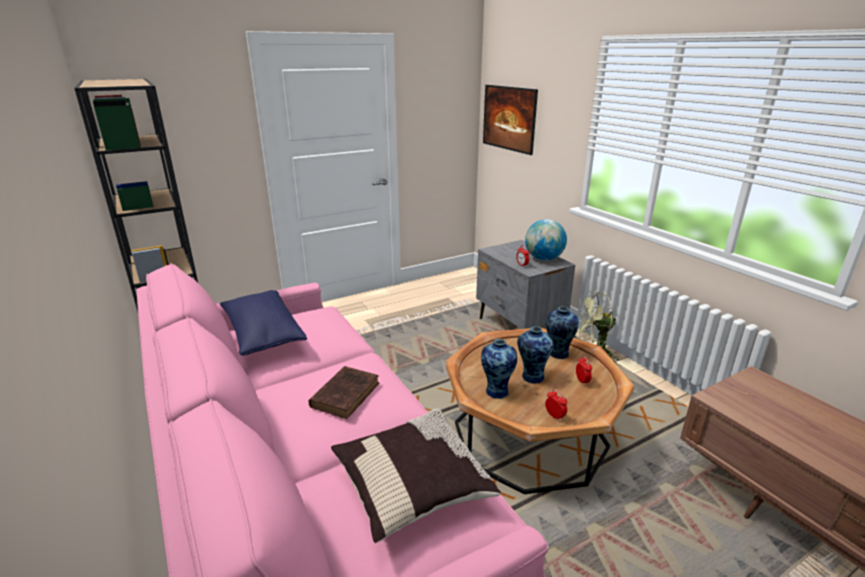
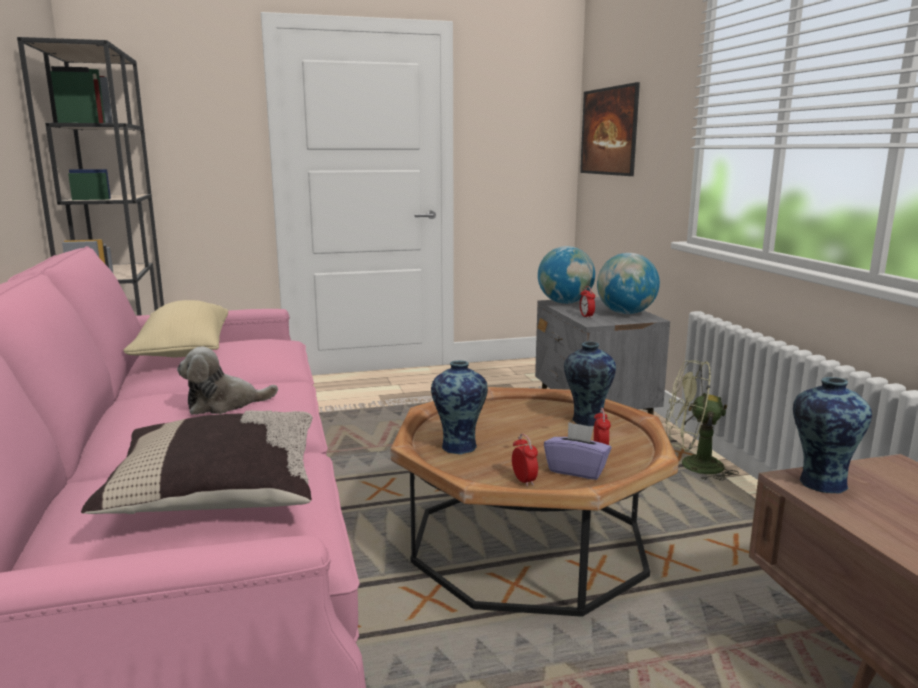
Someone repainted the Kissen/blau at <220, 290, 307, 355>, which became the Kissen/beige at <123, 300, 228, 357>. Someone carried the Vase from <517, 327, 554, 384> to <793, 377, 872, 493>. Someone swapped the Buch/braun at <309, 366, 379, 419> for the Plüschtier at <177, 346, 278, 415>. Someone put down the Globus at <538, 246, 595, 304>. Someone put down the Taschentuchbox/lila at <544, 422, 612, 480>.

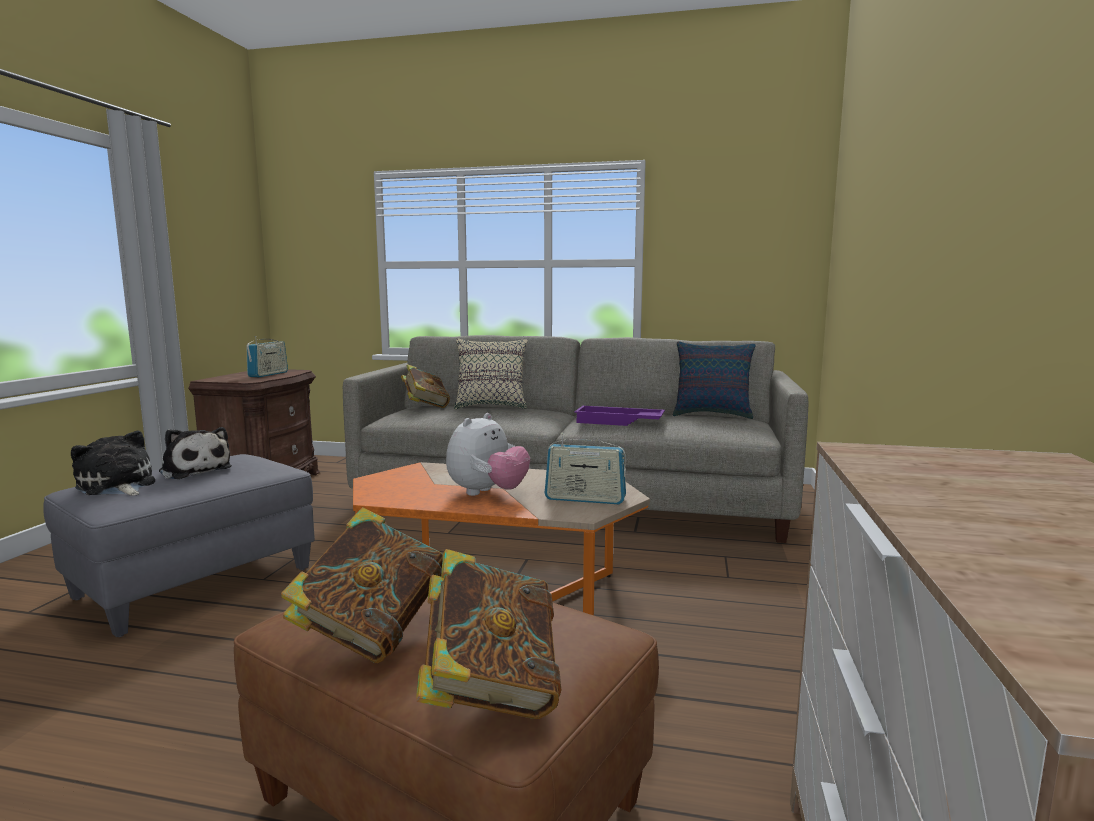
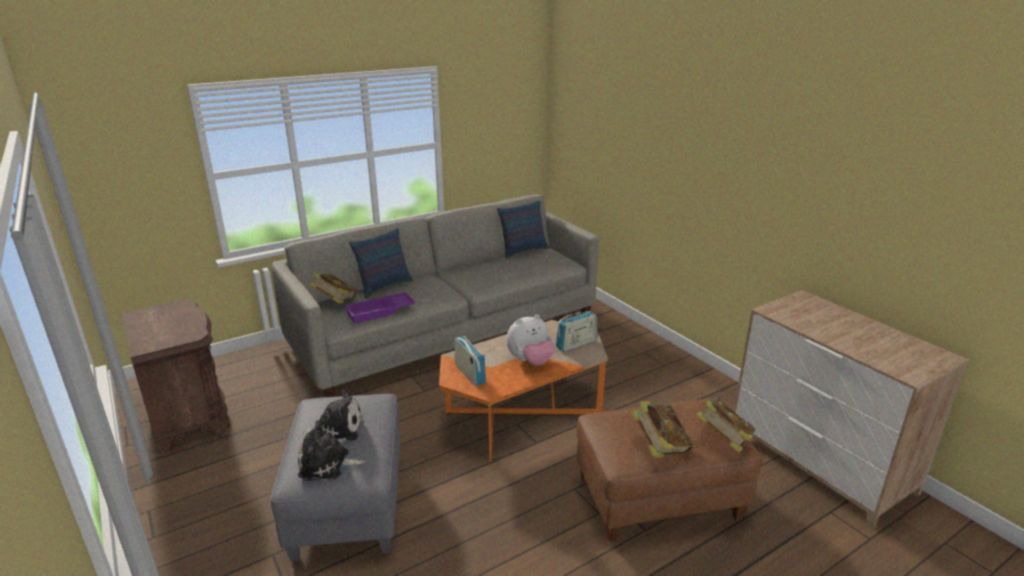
Someone carried the Radio from <246, 336, 288, 377> to <455, 336, 486, 386>. Someone repainted the Kissen/beige at <454, 338, 528, 409>, which became the Kissen/blau at <349, 228, 413, 299>. Someone carried the Tablett/lila from <574, 406, 665, 426> to <345, 292, 415, 324>. Someone rotated the Plüschtier at <446, 413, 530, 496> by 75 degrees clockwise.

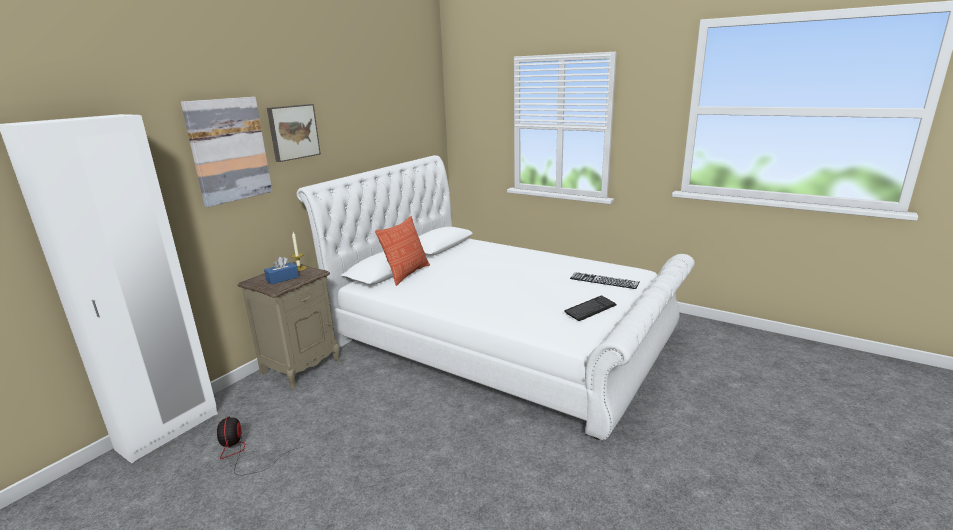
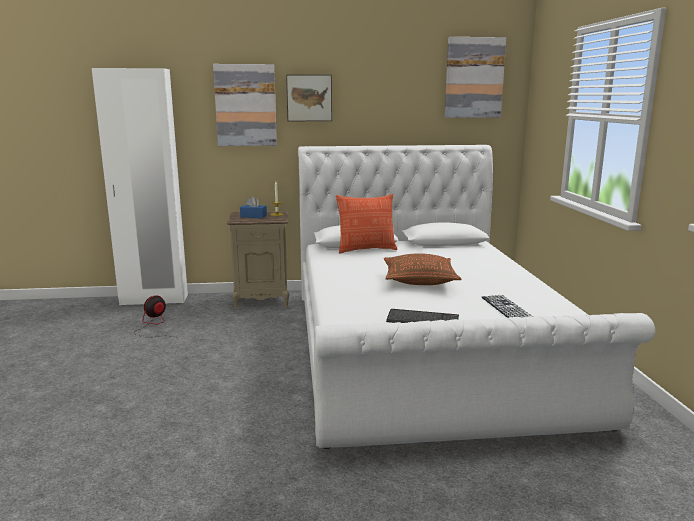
Someone put up the Bild at <445, 37, 506, 118>. Someone put down the Kissen/braun at <384, 253, 461, 285>.

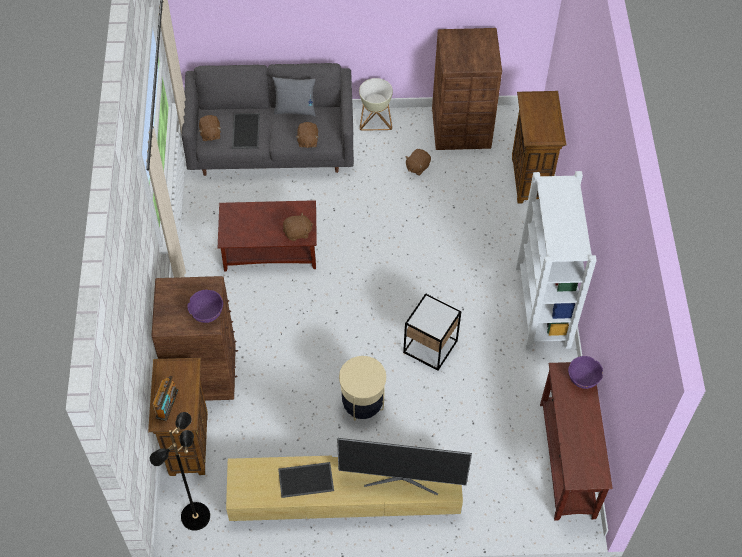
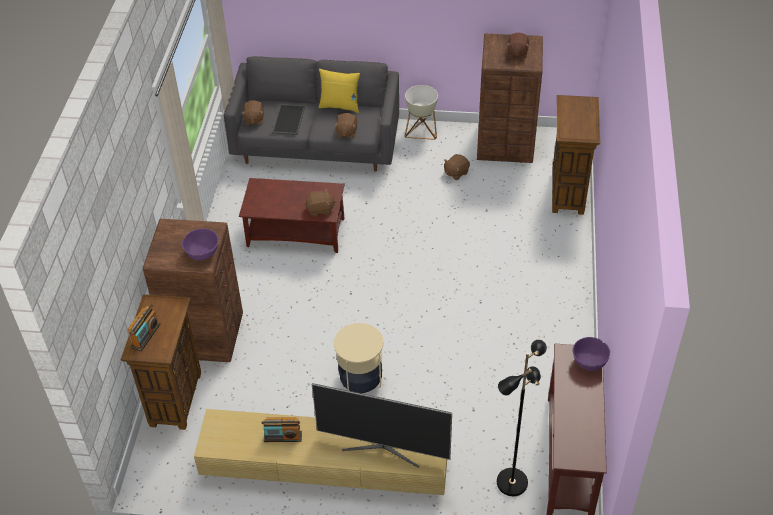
Someone repainted the Kissen/grau at <272, 77, 316, 116>, which became the Kissen/gelb at <318, 69, 360, 113>. Someone took away the Bücherregal/weiß at <515, 171, 597, 350>. Someone took away the Beistelltisch at <403, 293, 462, 371>. Someone carried the Stehlampe/schwarz from <150, 412, 210, 531> to <497, 340, 547, 496>. Someone swapped the Tablett at <278, 462, 334, 498> for the Radio at <261, 417, 302, 442>. Someone put down the Plüschtier/braun at <507, 33, 530, 59>.

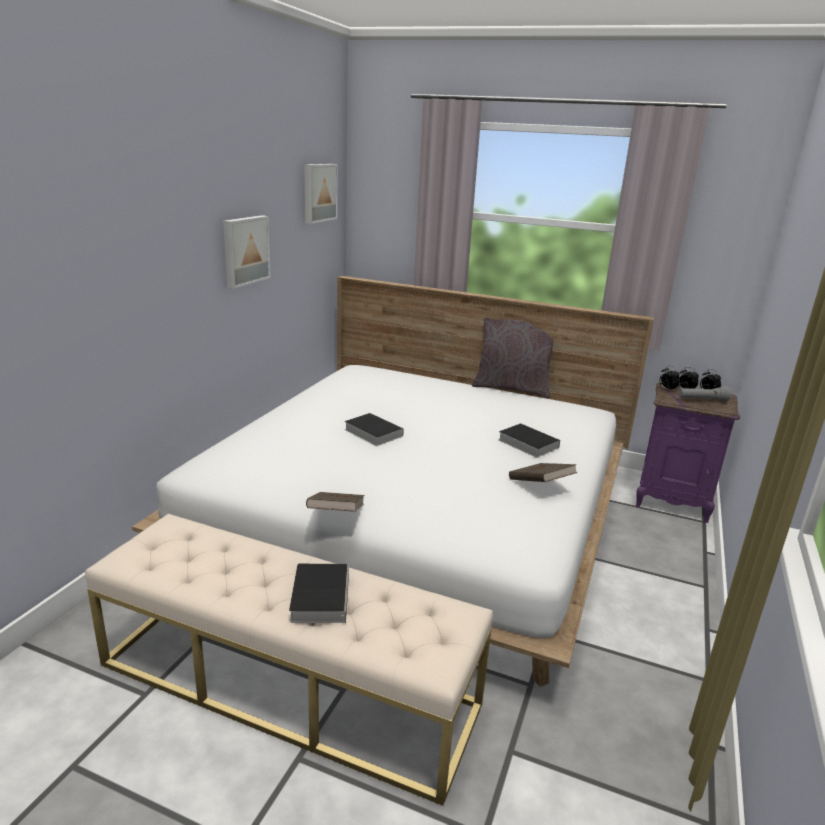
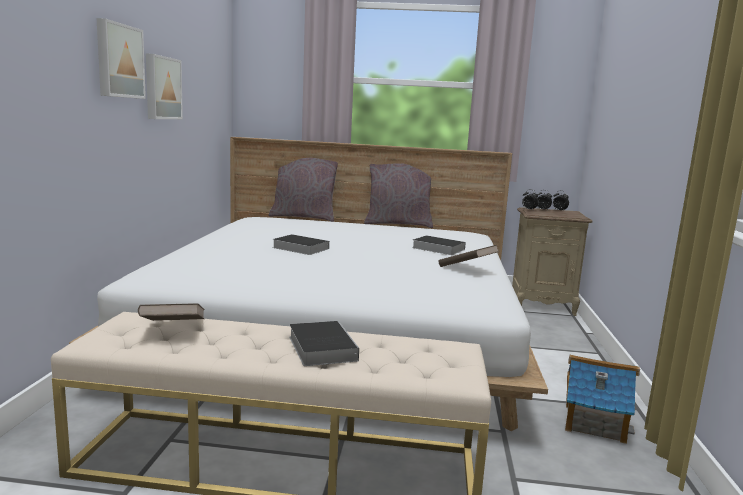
Someone carried the Bild from <304, 164, 338, 224> to <97, 18, 146, 99>. Someone repainted the Nachttisch/lila at <635, 382, 740, 523>, which became the Nachttisch/beige at <512, 207, 593, 316>. Someone took away the Taschenlampe/grau at <678, 386, 731, 402>. Someone carried the Buch/braun from <306, 492, 364, 512> to <138, 303, 205, 321>. Someone put down the Kissen/grau at <269, 158, 338, 222>. Someone put down the Spielzeughaus at <565, 354, 640, 444>.

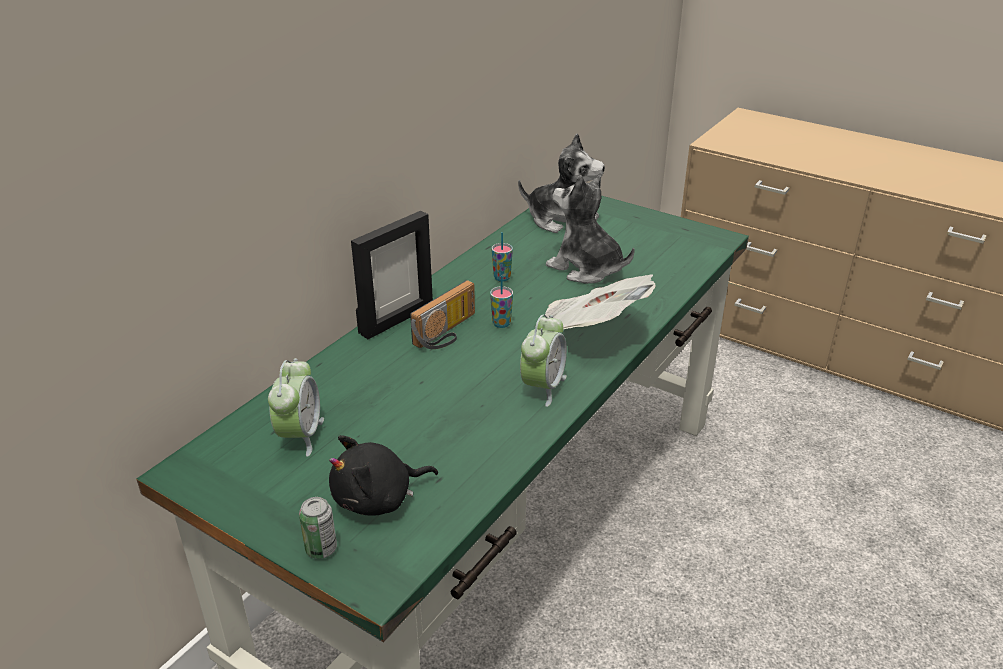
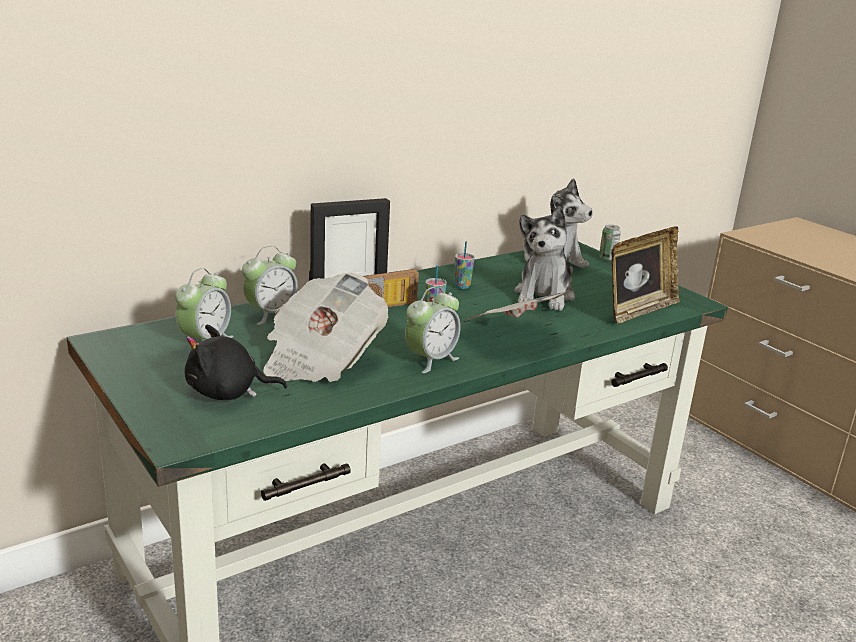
Someone rotated the Plüschtier at <546, 175, 635, 284> by 135 degrees counterclockwise. Someone carried the Dose from <299, 497, 337, 559> to <599, 224, 621, 261>. Someone put down the Bilderrahmen at <612, 226, 680, 323>. Someone put down the Wecker at <242, 246, 298, 325>. Someone put down the Zeitung at <263, 273, 388, 382>.

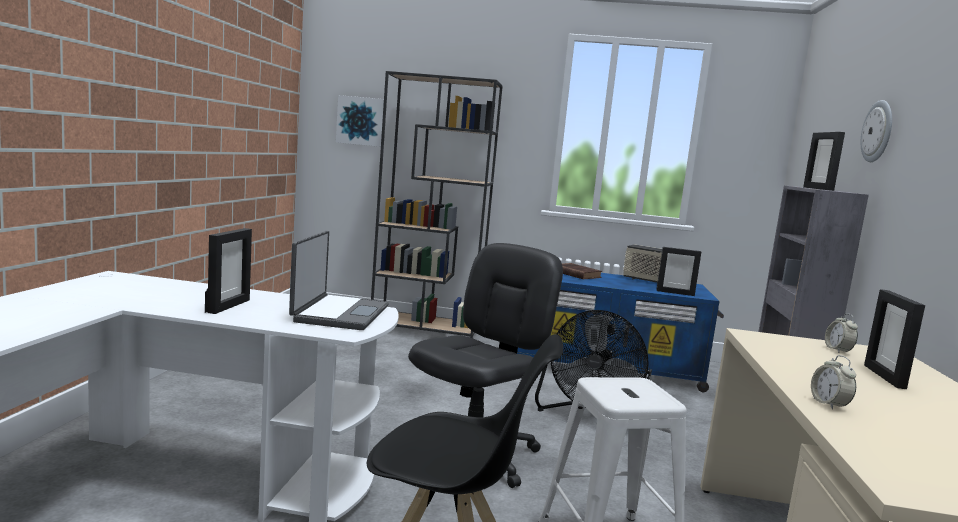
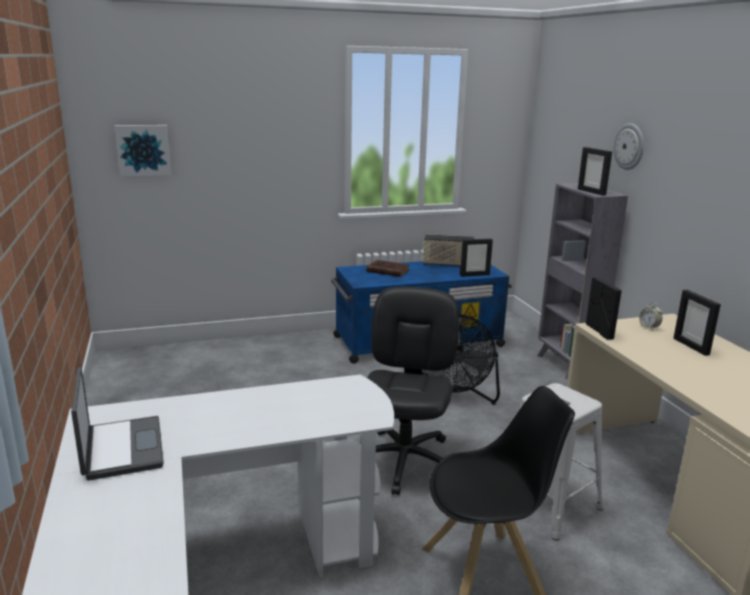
Someone took away the Bücherregal at <371, 71, 503, 338>. Someone carried the Bilderrahmen from <205, 228, 252, 314> to <586, 277, 622, 340>. Someone carried the Laptop from <289, 231, 389, 330> to <71, 367, 164, 480>. Someone took away the Wecker at <811, 355, 856, 410>.

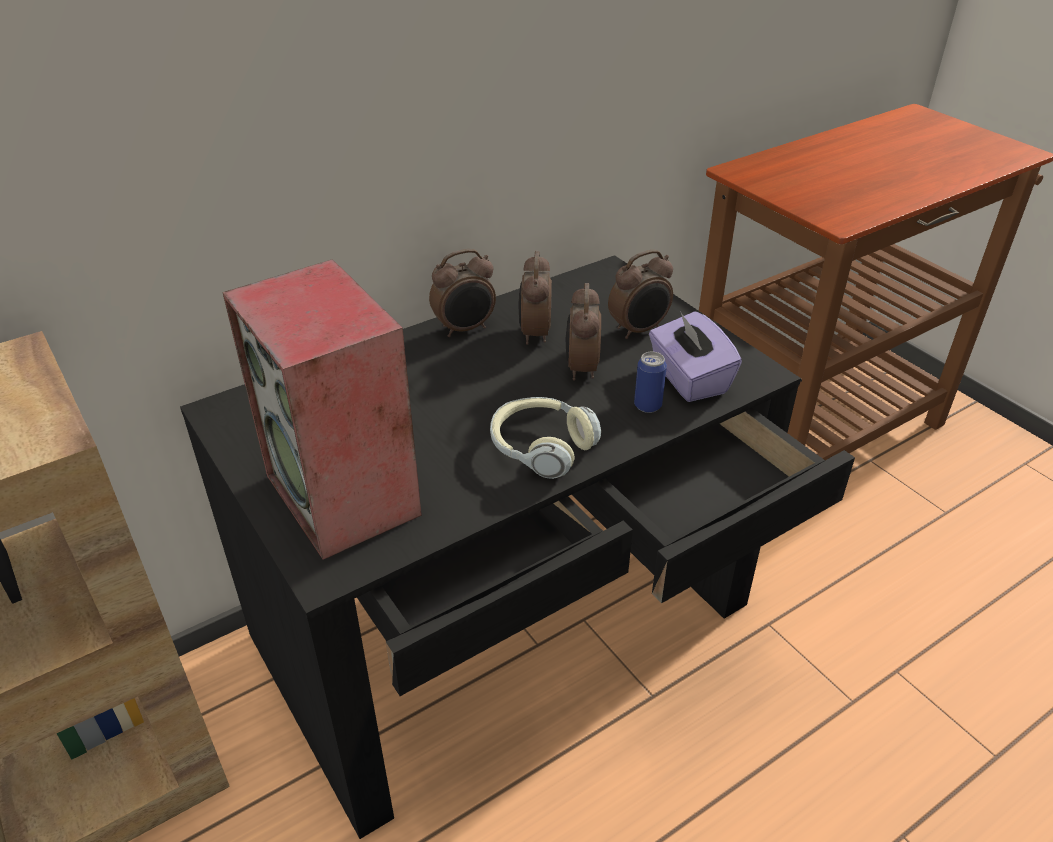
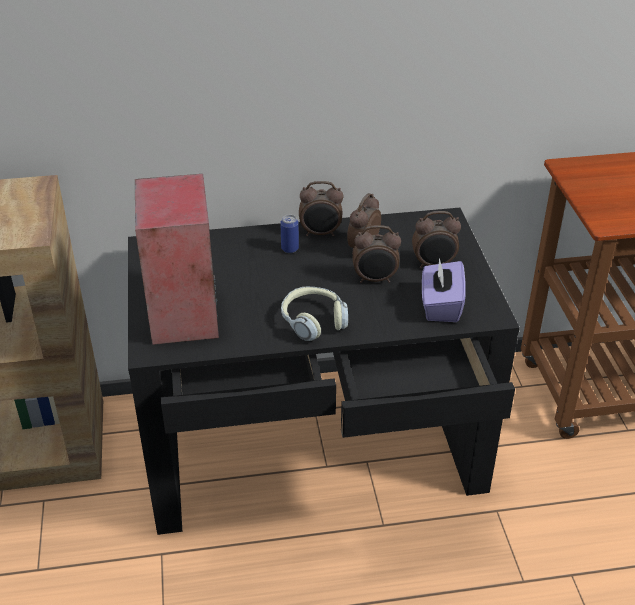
Someone rotated the Wecker at <565, 283, 601, 381> by 120 degrees counterclockwise. Someone carried the Dose from <634, 352, 667, 413> to <280, 215, 299, 253>.

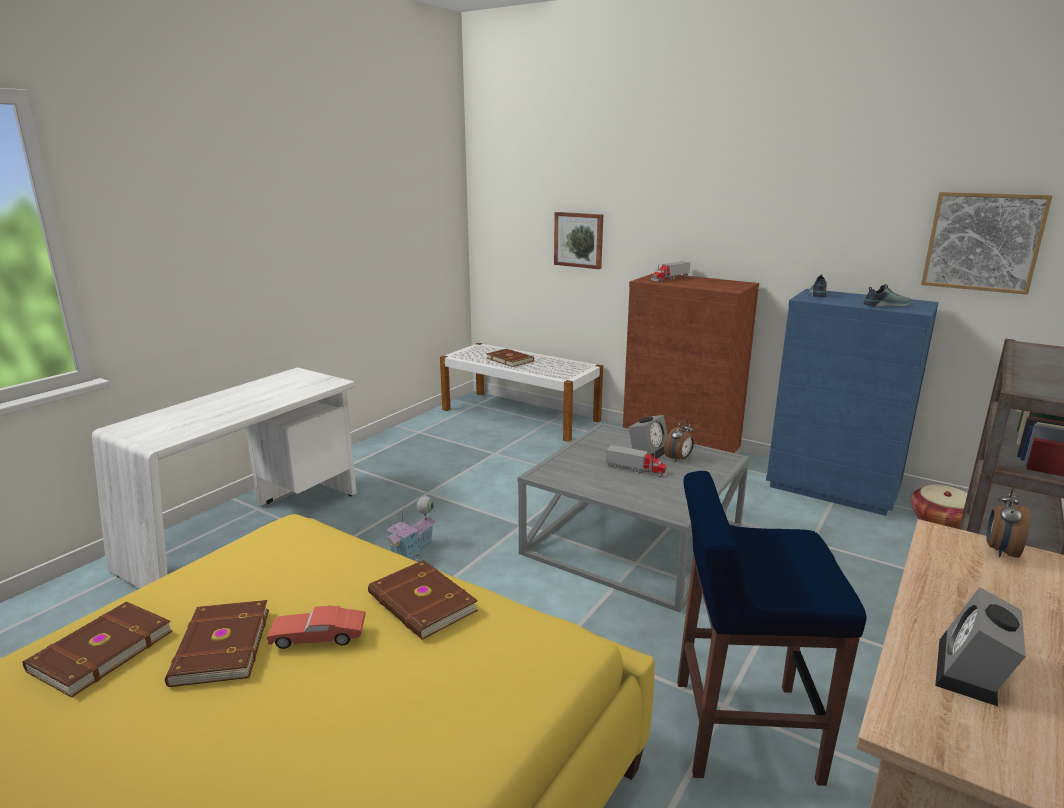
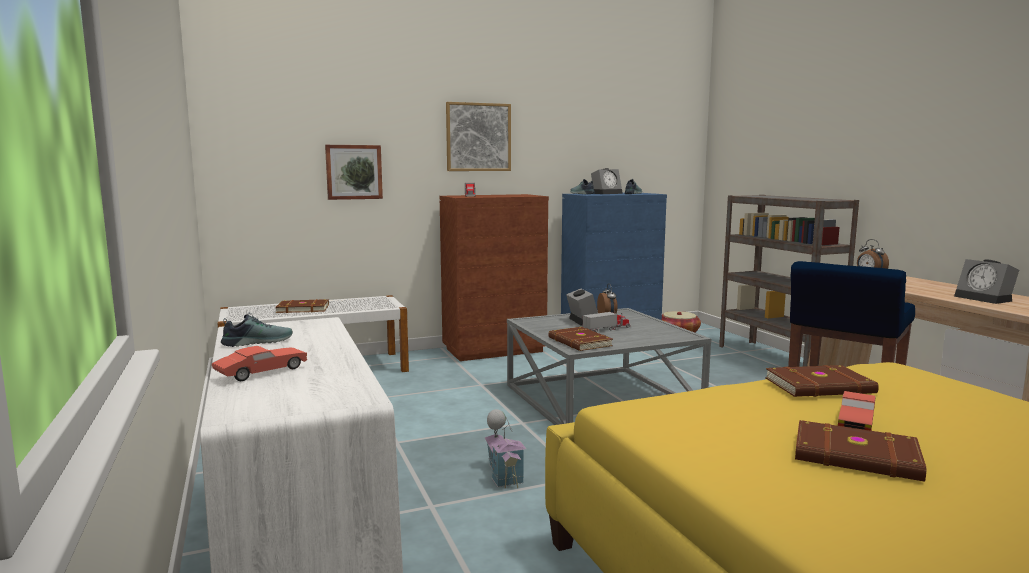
Someone carried the Bild from <921, 192, 1052, 295> to <446, 102, 511, 171>. Someone carried the Buch/braun from <23, 602, 173, 698> to <548, 327, 613, 351>. Someone put down the Wecker at <591, 168, 623, 194>. Someone put down the Schuh at <221, 313, 293, 347>. Someone put down the Spielzeugauto/rot at <212, 346, 307, 381>.

